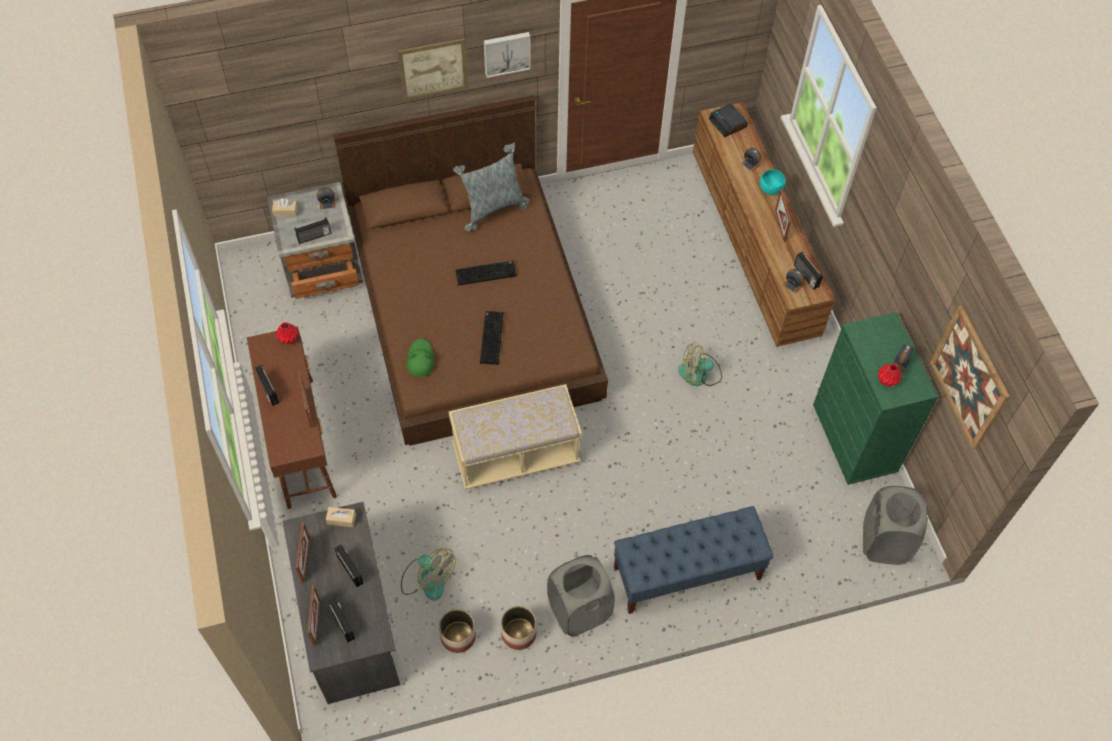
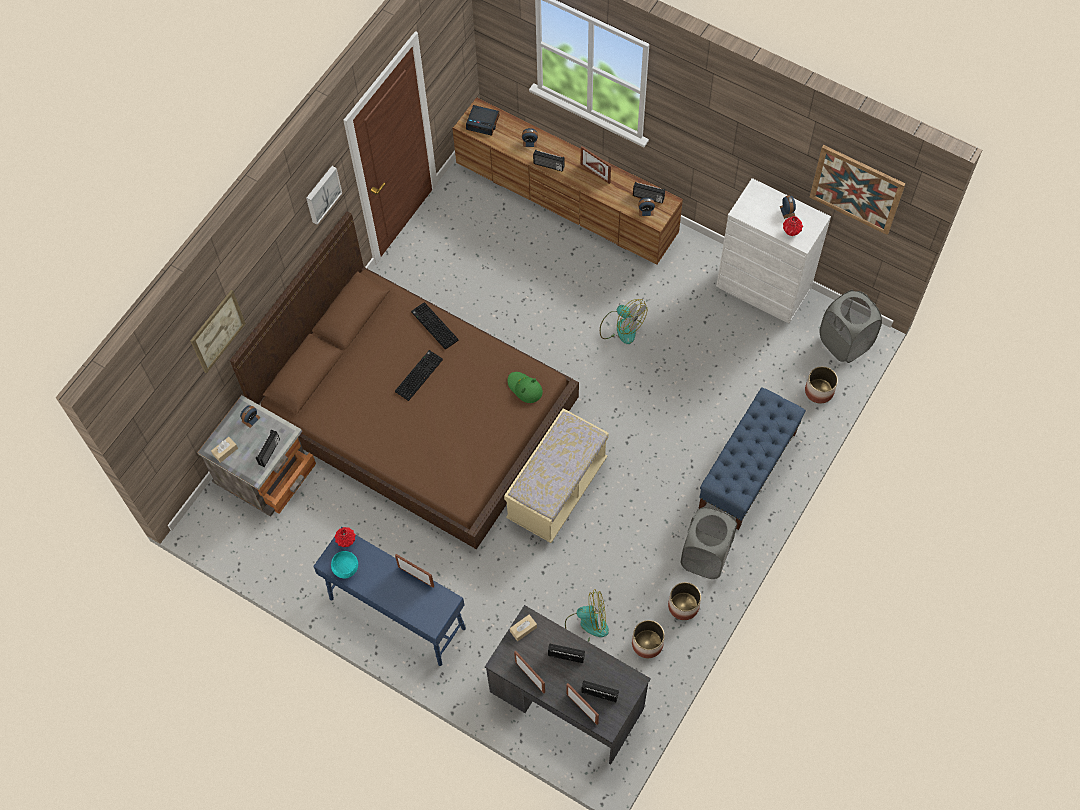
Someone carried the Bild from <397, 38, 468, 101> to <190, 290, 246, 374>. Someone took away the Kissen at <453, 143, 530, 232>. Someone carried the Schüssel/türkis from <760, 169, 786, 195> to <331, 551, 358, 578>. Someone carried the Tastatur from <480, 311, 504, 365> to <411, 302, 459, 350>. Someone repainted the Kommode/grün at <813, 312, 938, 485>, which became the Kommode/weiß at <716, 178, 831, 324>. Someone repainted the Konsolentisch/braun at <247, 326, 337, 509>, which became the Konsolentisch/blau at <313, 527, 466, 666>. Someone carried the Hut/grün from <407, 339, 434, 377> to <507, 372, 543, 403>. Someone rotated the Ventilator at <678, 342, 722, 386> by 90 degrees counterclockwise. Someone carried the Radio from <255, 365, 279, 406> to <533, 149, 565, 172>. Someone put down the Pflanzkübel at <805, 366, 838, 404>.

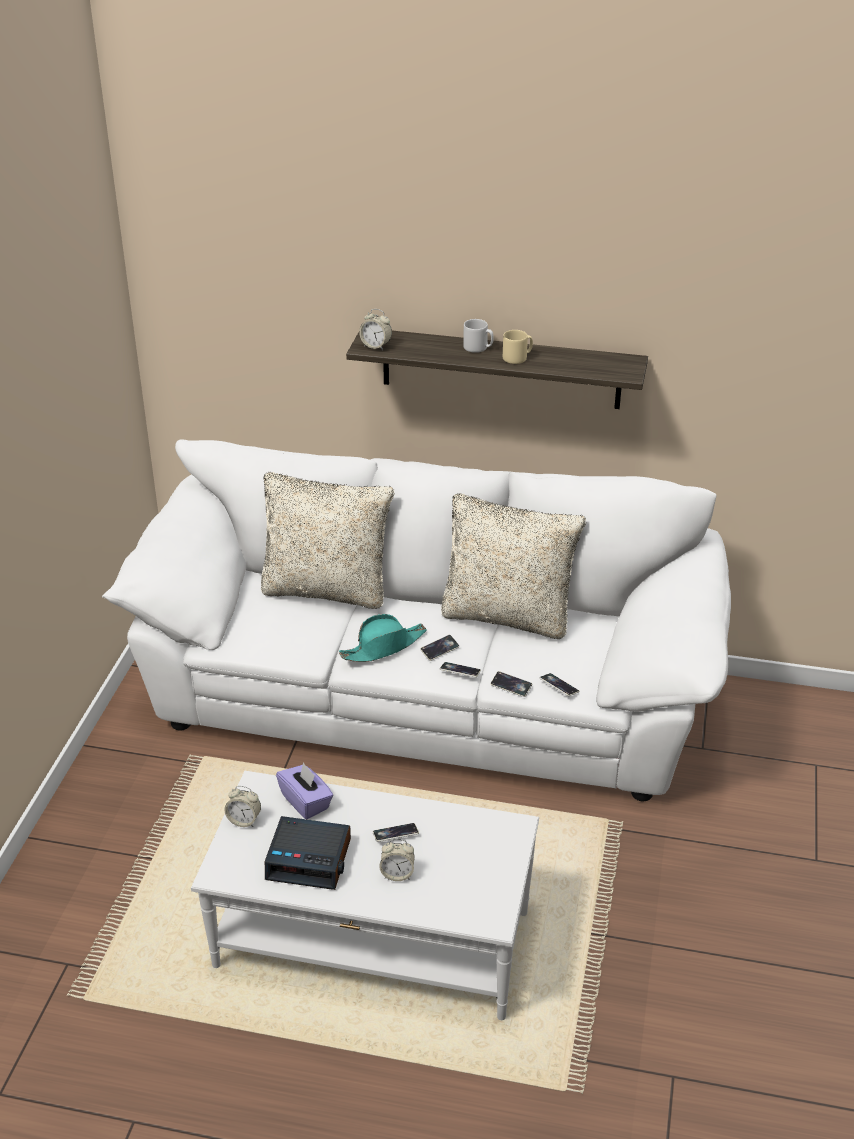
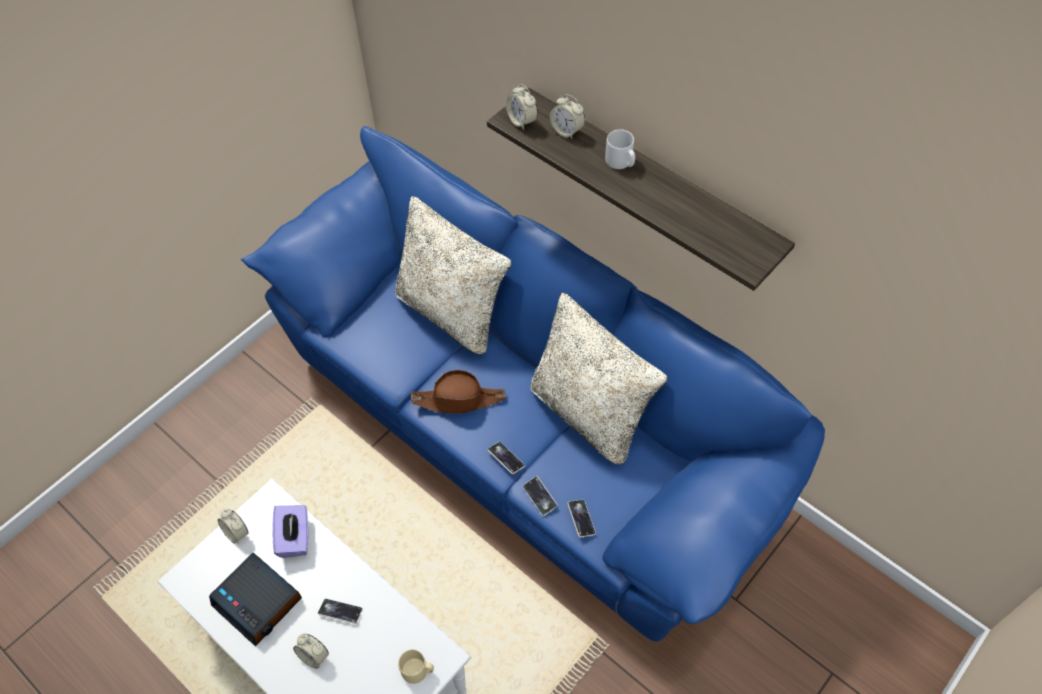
Someone carried the Henkelbecher/beige from <503, 330, 533, 364> to <398, 649, 434, 684>. Someone repainted the Sofa/weiß at <102, 439, 731, 801>, which became the Sofa/blau at <241, 126, 825, 642>. Someone repainted the Hut/türkis at <339, 614, 427, 662>, which became the Hut/braun at <411, 370, 506, 414>. Someone took away the Handy at <420, 635, 460, 661>. Someone put down the Wecker at <550, 94, 585, 139>.

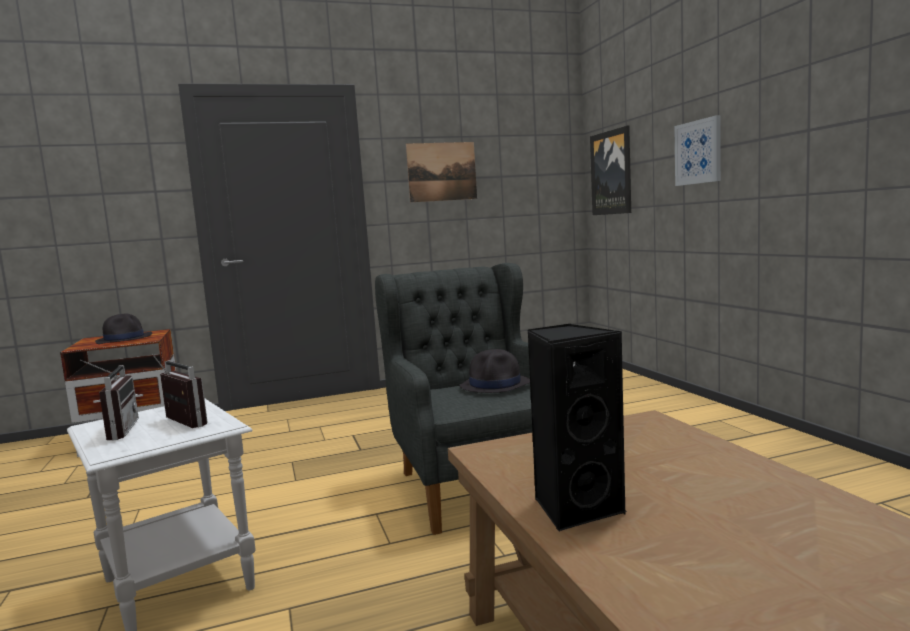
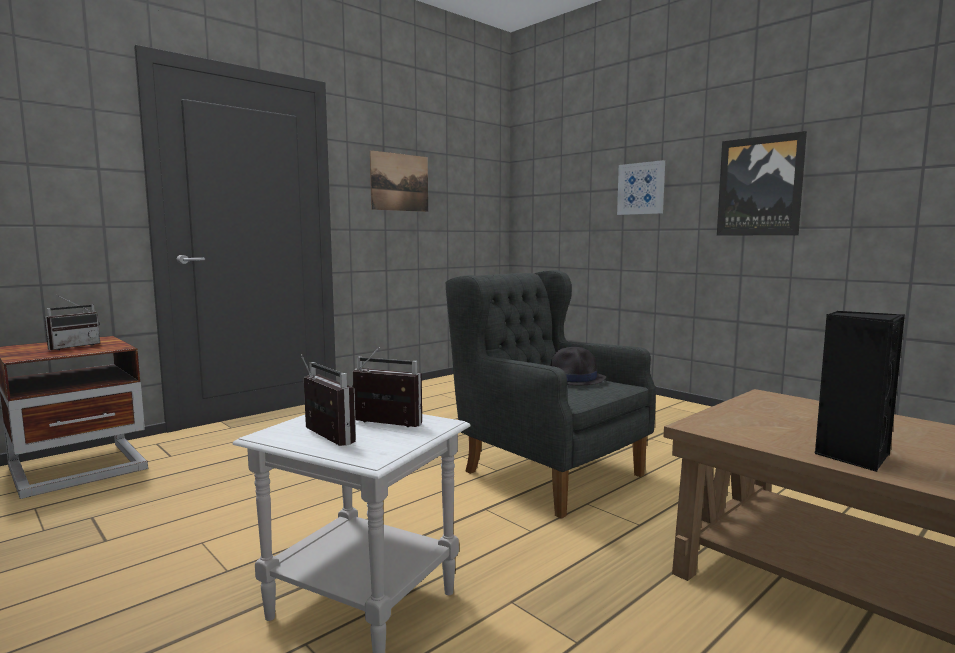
Someone carried the Bild from <590, 126, 631, 215> to <717, 131, 807, 236>. Someone swapped the Hut/schwarz at <95, 313, 152, 344> for the Radio at <44, 295, 100, 350>.

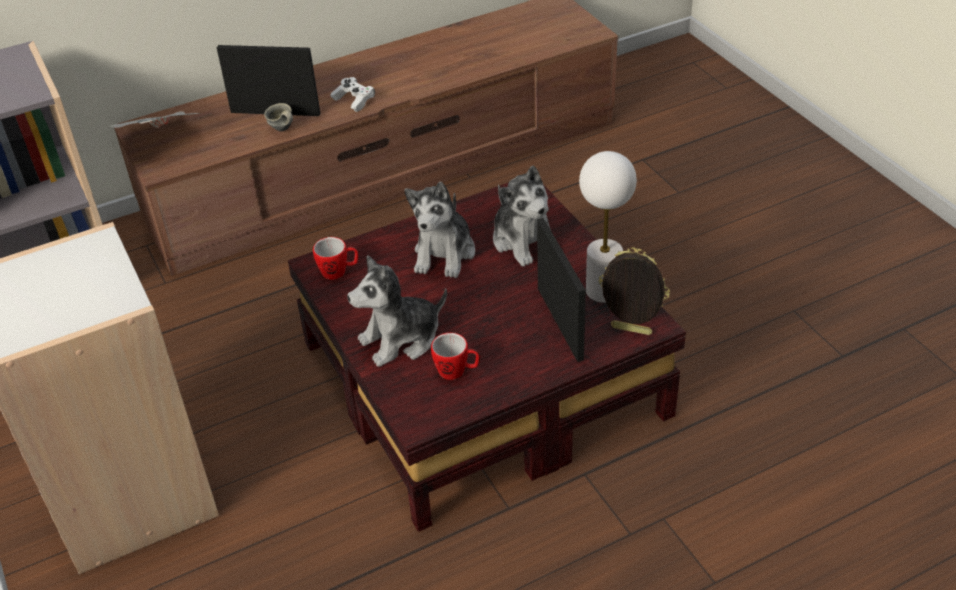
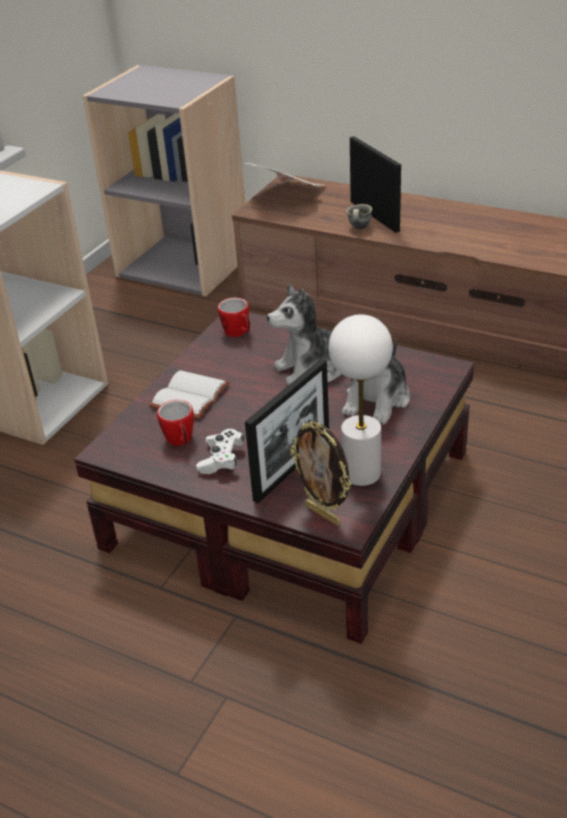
Someone carried the Gamepad/weiß from <330, 77, 375, 112> to <196, 429, 244, 474>. Someone rotated the Bilderrahmen at <599, 247, 670, 335> by 150 degrees clockwise. Someone swapped the Plüschtier at <347, 255, 447, 367> for the Buch/weiß at <149, 370, 229, 419>.

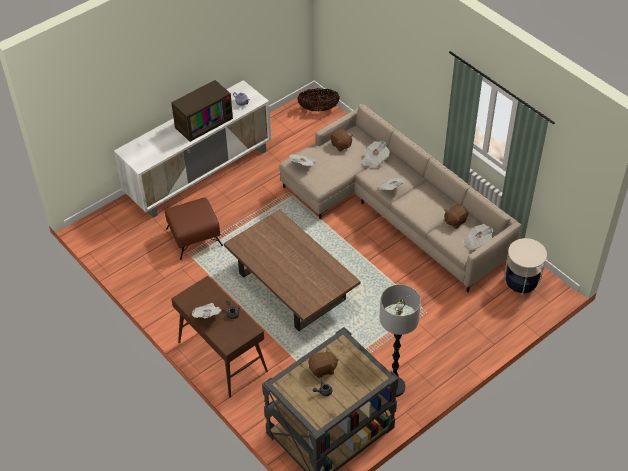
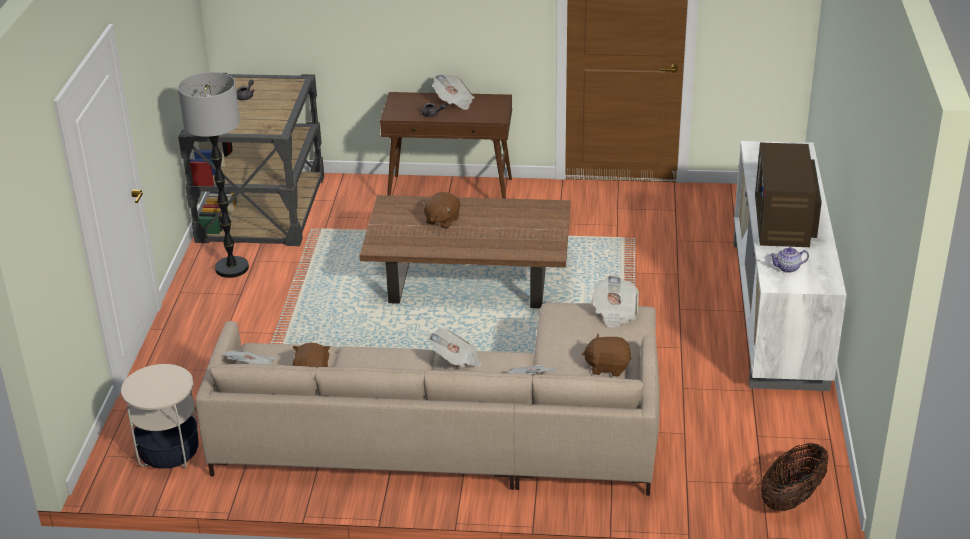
Someone took away the Polsterhocker/braun at <165, 197, 223, 260>. Someone carried the Plüschtier/braun from <309, 349, 338, 378> to <422, 192, 460, 229>.

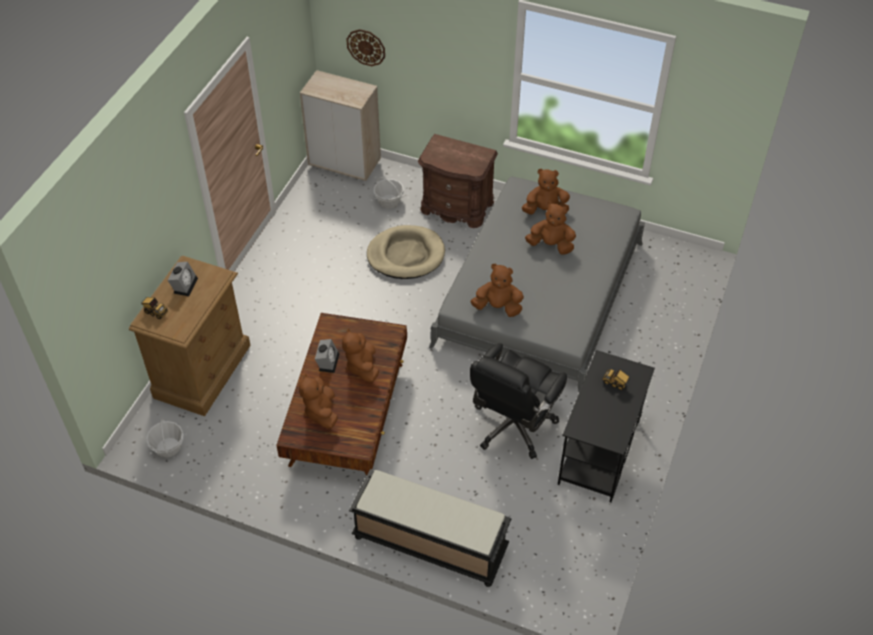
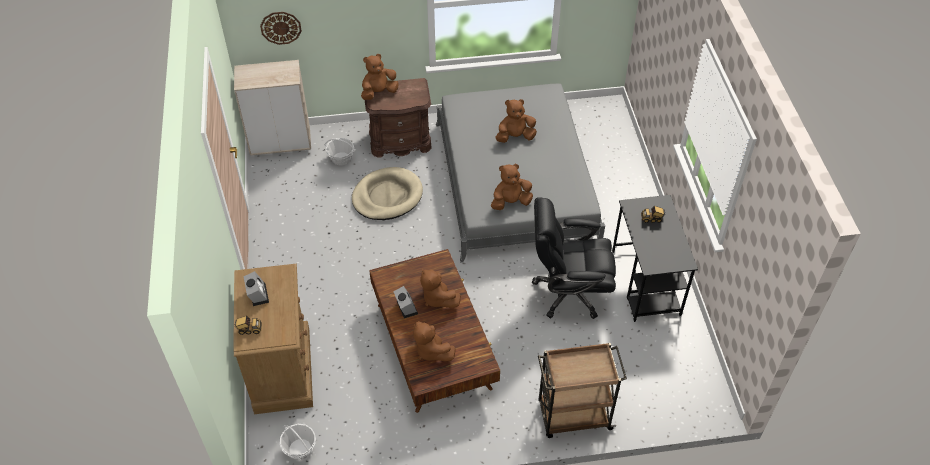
Someone carried the Plüschtier/braun from <522, 168, 570, 214> to <361, 54, 399, 100>. Someone rotated the Bürostuhl/schwarz at <470, 343, 567, 459> by 90 degrees clockwise. Someone swapped the Bank/schwarz at <349, 469, 512, 587> for the Rollwagen/braun at <538, 343, 627, 438>.

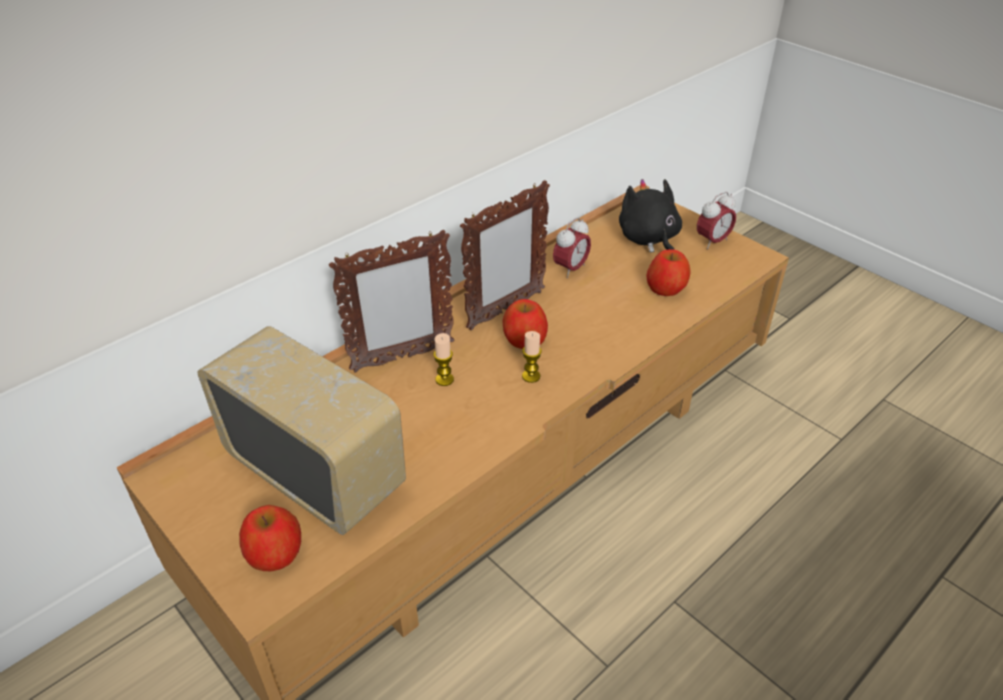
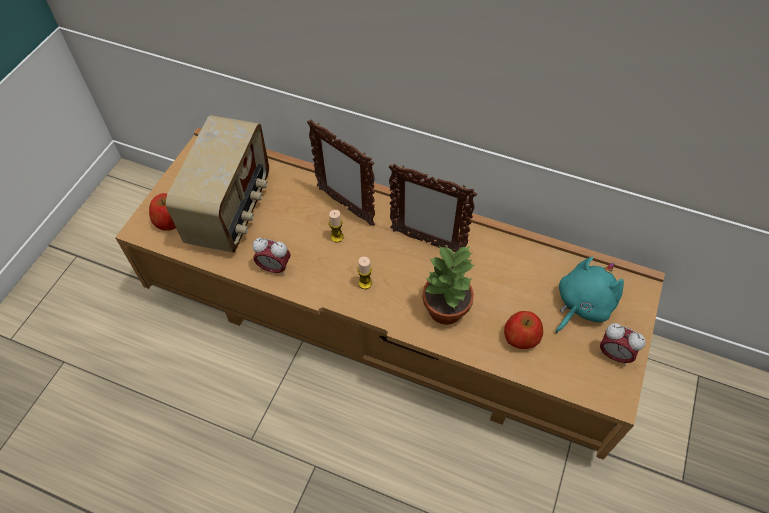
Someone repainted the Plüschtier/schwarz at <619, 179, 682, 253>, which became the Plüschtier/türkis at <556, 257, 624, 333>. Someone carried the Wecker from <553, 217, 591, 278> to <252, 238, 291, 275>. Someone took away the Apfel at <503, 299, 548, 349>. Someone put down the Topfpflanze at <422, 245, 474, 325>.

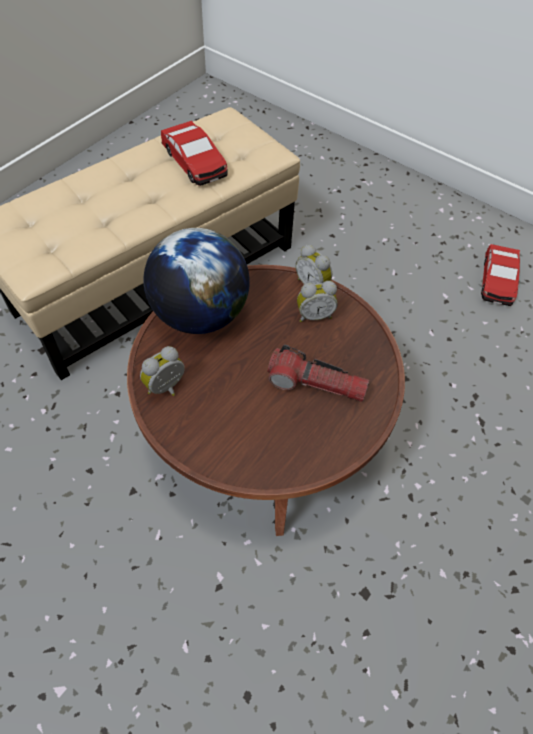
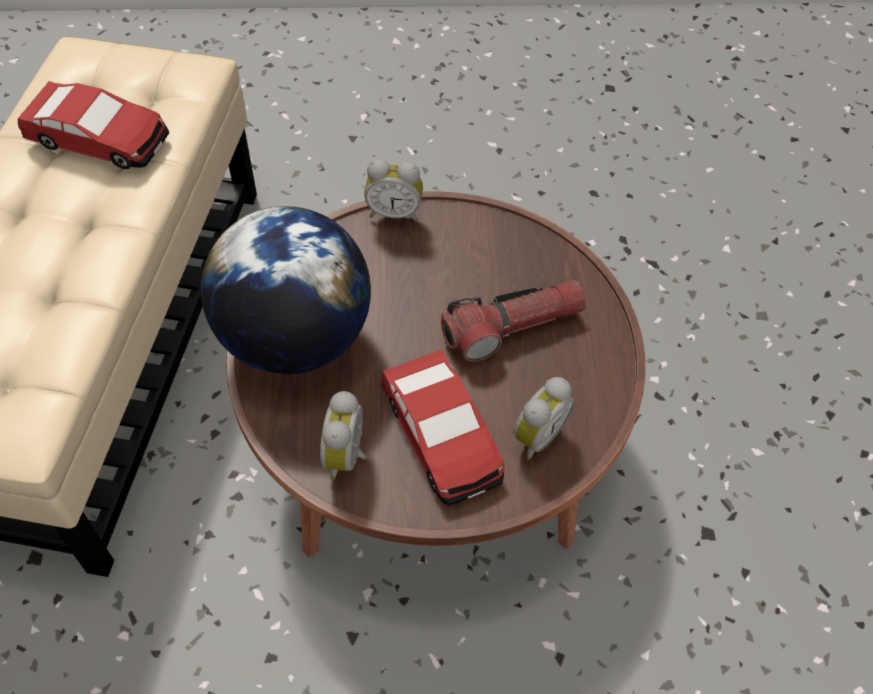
Someone carried the Spielzeugauto from <481, 244, 520, 306> to <381, 349, 504, 506>. Someone carried the Wecker from <297, 281, 338, 322> to <513, 377, 574, 460>.

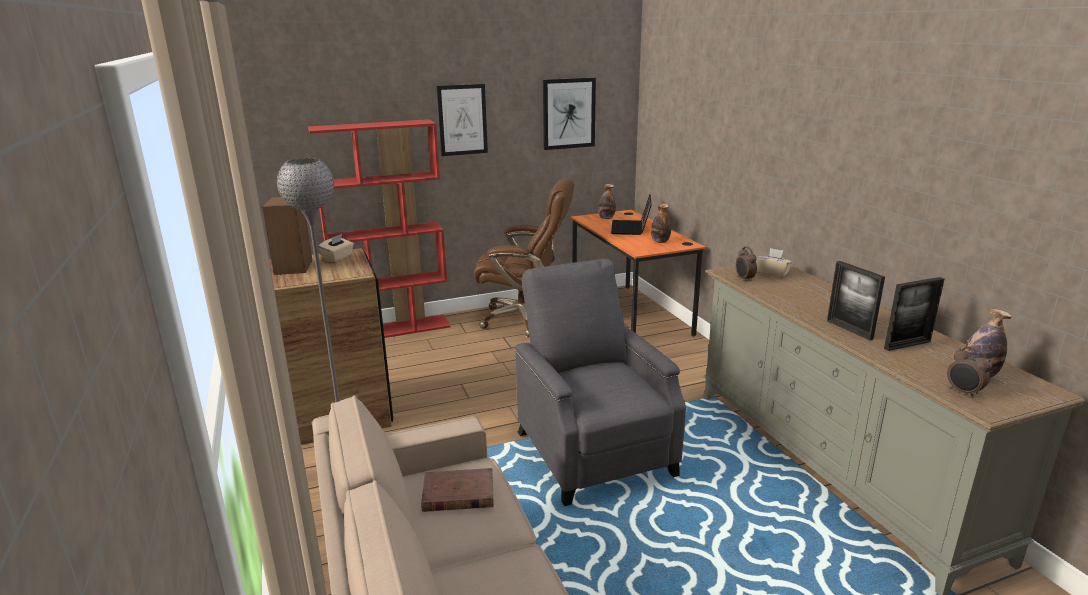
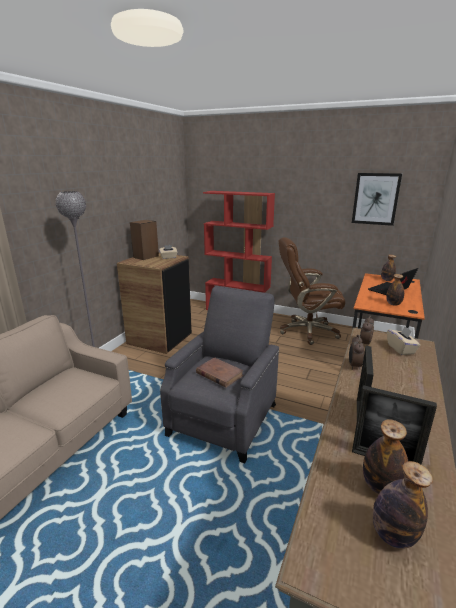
Someone took away the Bild at <437, 84, 488, 156>. Someone rotated the Bürostuhl/braun at <474, 179, 574, 337> by 120 degrees clockwise. Someone carried the Wecker from <947, 347, 992, 398> to <349, 335, 364, 370>. Someone carried the Buch/braun from <421, 468, 494, 512> to <196, 357, 244, 388>. Someone put down the Flasche at <363, 419, 408, 494>.

